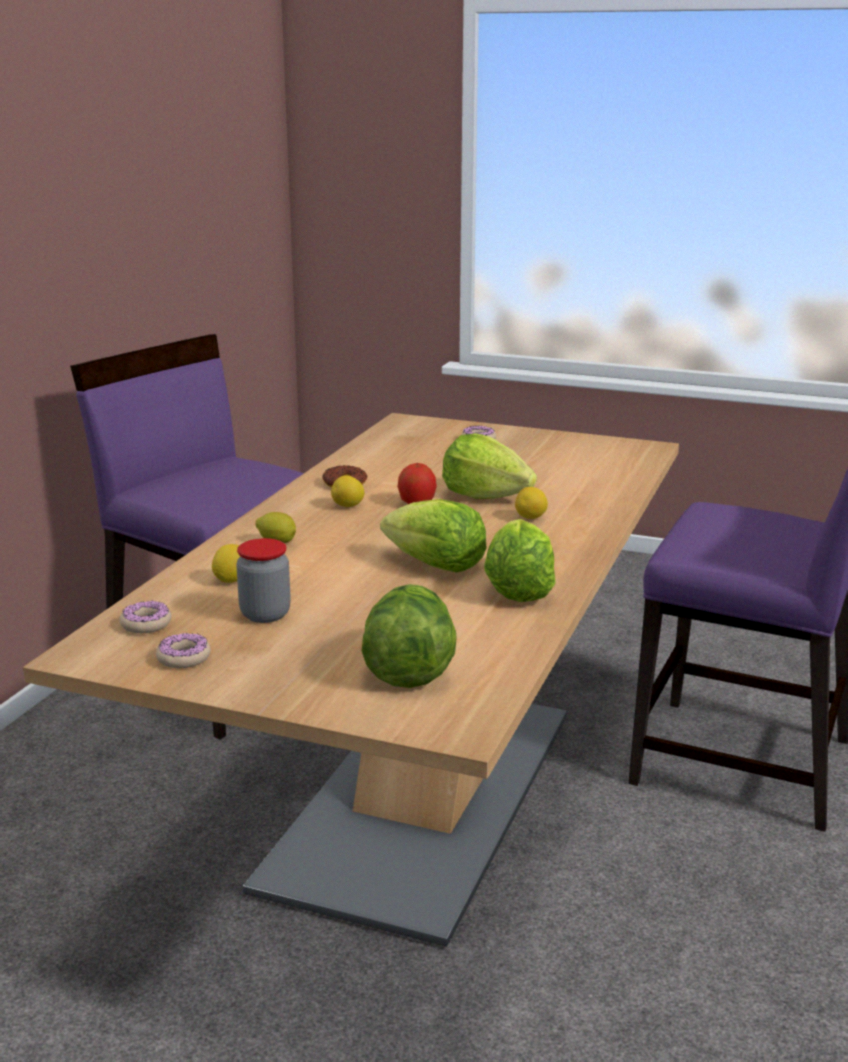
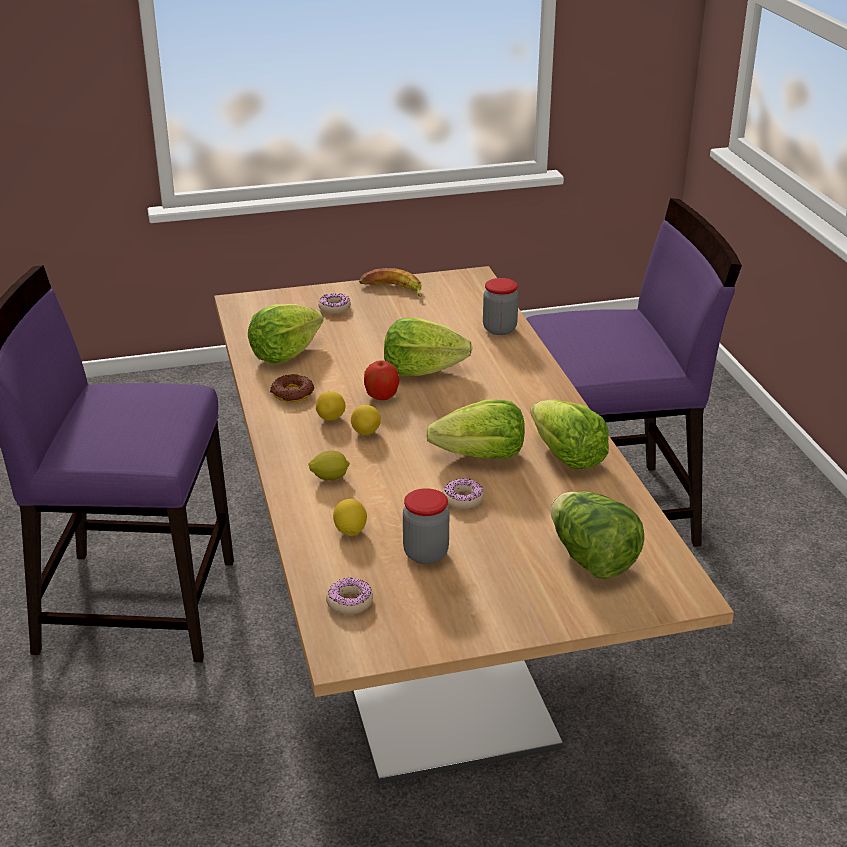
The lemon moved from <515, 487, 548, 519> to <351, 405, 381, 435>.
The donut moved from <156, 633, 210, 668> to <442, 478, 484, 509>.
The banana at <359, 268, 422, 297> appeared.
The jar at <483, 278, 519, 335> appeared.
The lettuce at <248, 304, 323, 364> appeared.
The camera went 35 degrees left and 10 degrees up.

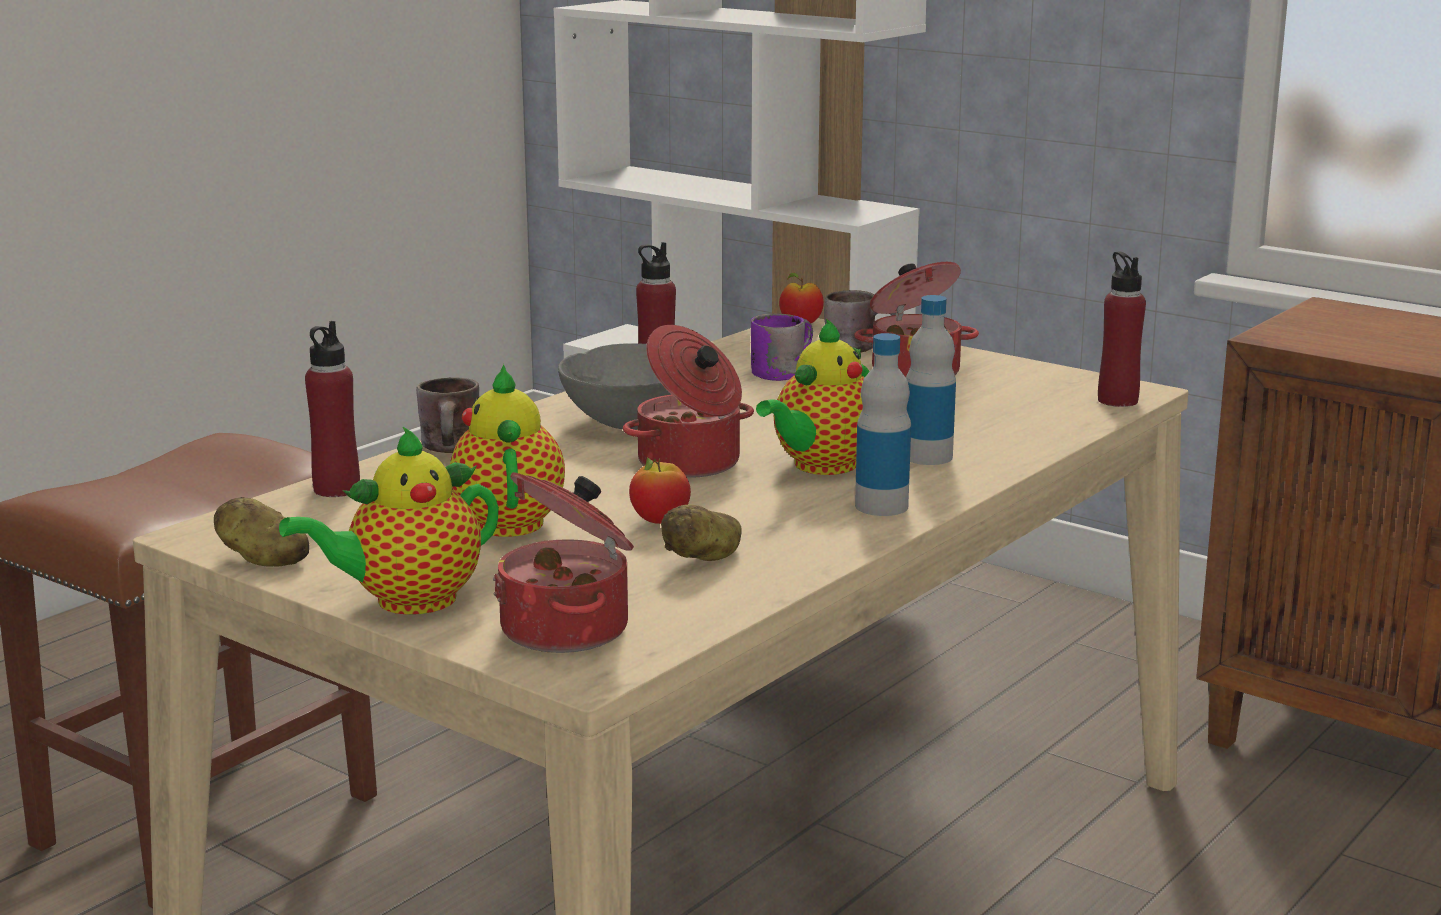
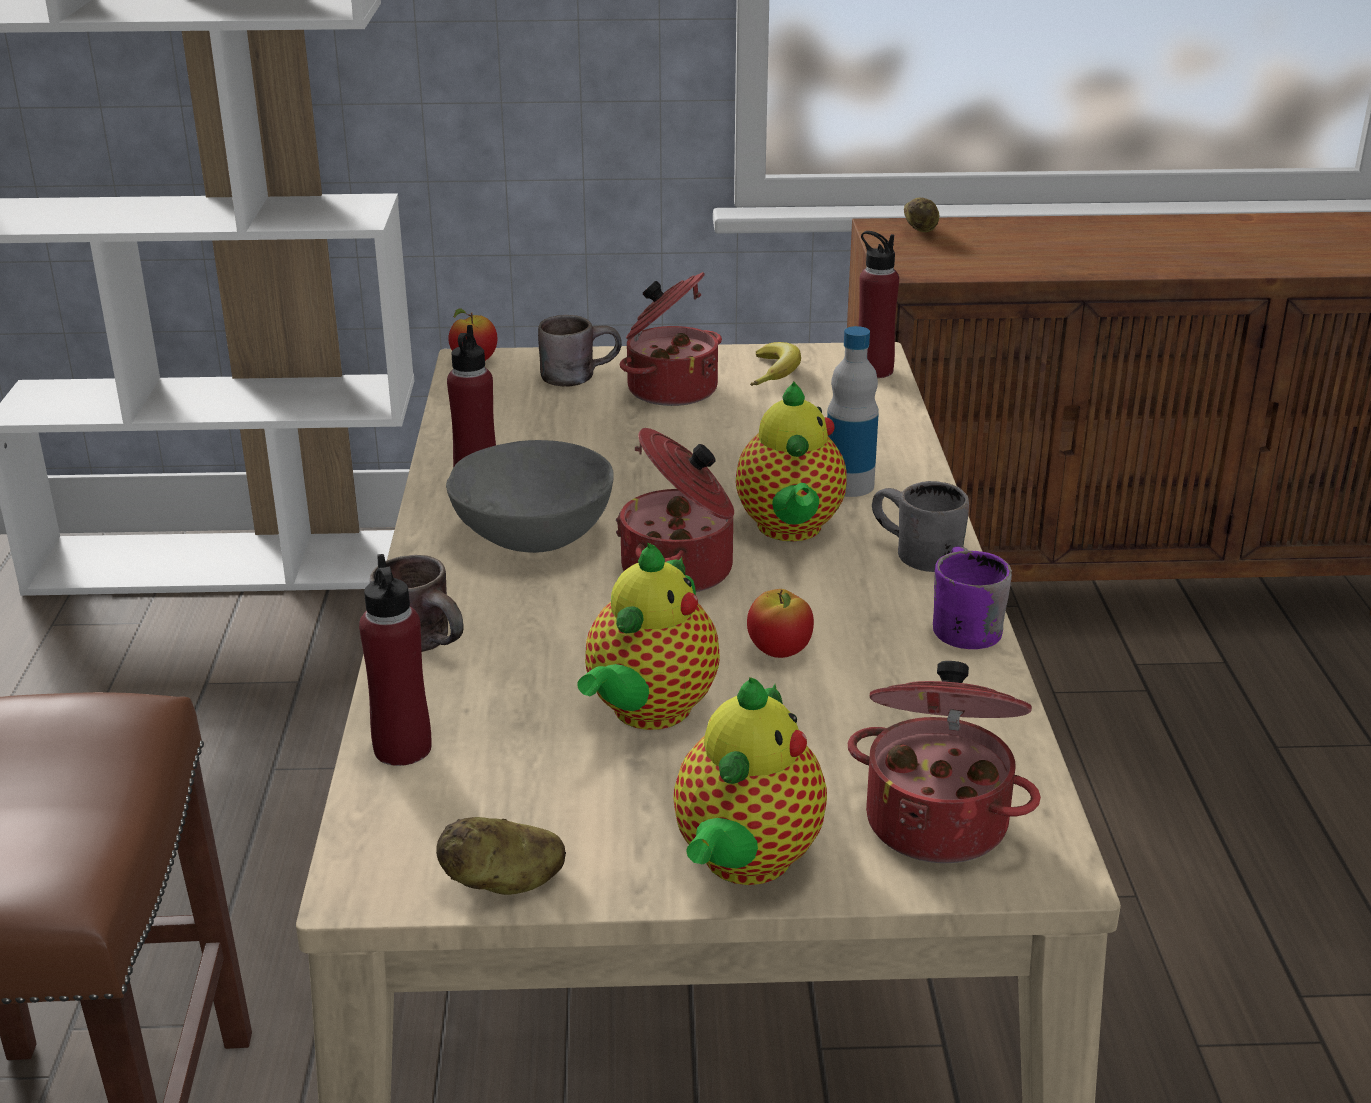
The mug (purple) moved from <751, 313, 813, 381> to <933, 547, 1012, 649>.
The bottle at <855, 333, 911, 516> was replaced by the mug (grey) at <872, 481, 969, 572>.
The teapot at <450, 364, 565, 537> turned 105 degrees counterclockwise.
The potato moved from <661, 505, 742, 561> to <904, 198, 939, 232>.
The banana at <751, 342, 801, 386> appeared.
The camera went 40 degrees left and 10 degrees up.

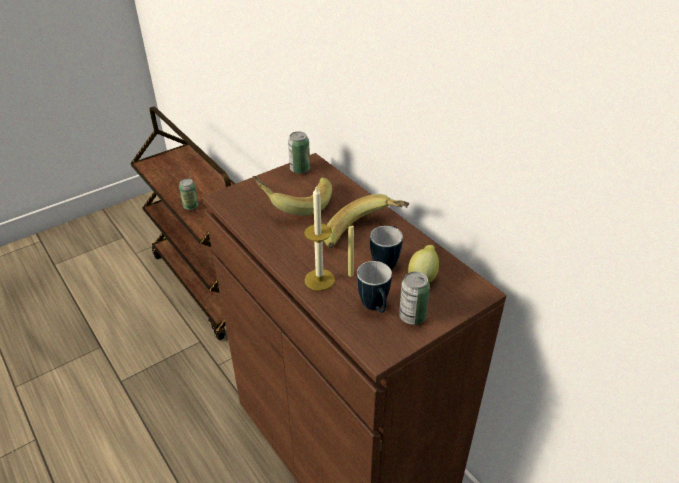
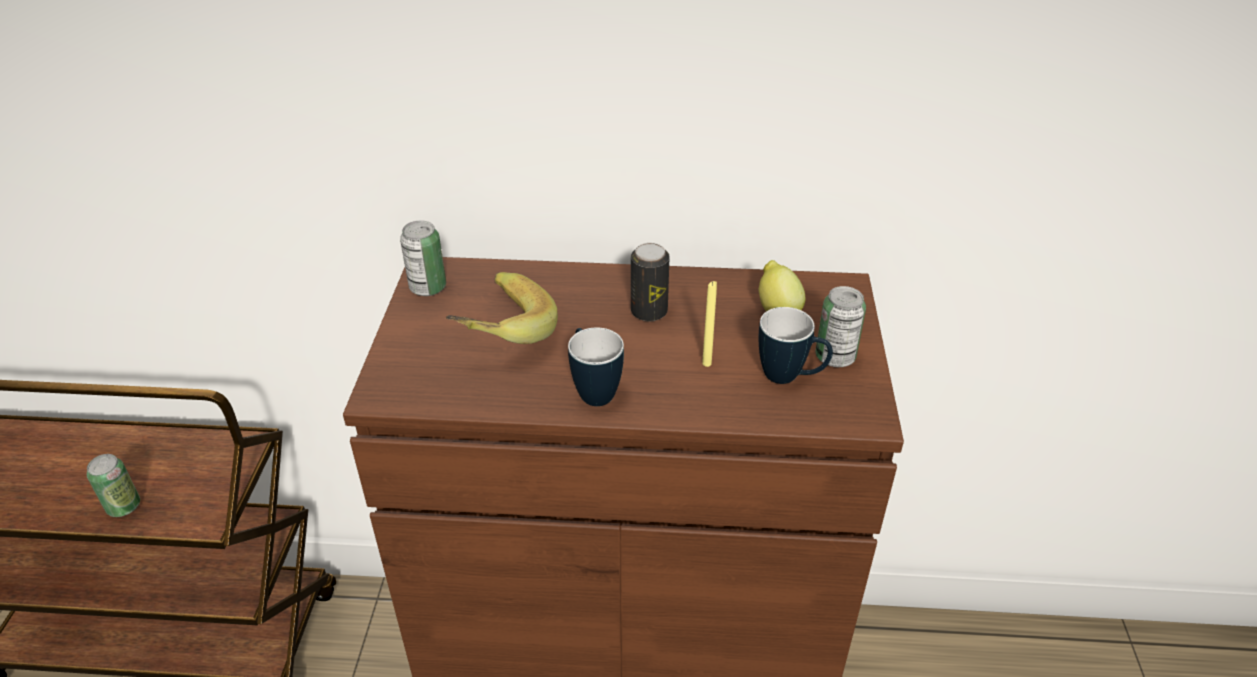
The candle at <304, 185, 335, 291> disappeared.
The banana at <324, 194, 409, 249> was replaced by the can at <631, 243, 670, 321>.
The mug moved from <370, 226, 403, 270> to <568, 327, 624, 406>.
The camera went 50 degrees left and 0 degrees up.

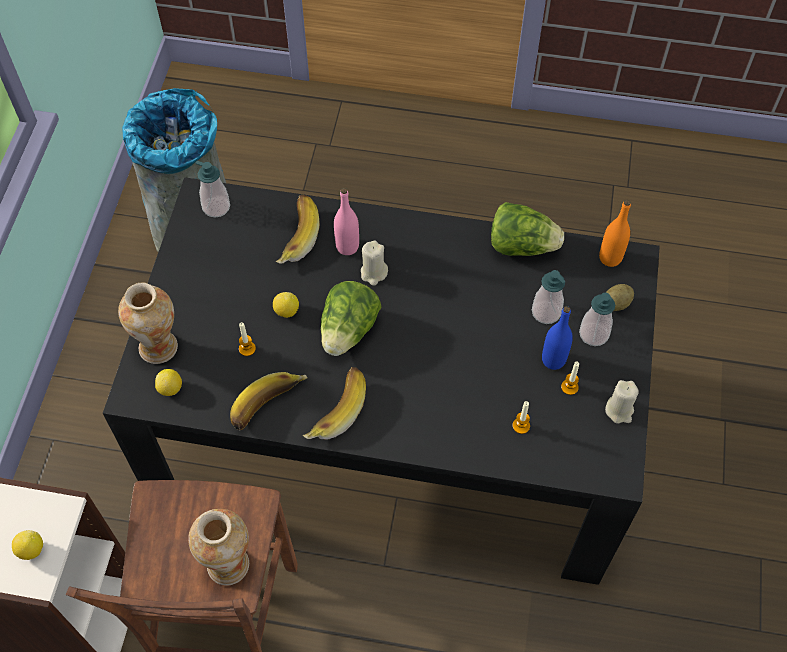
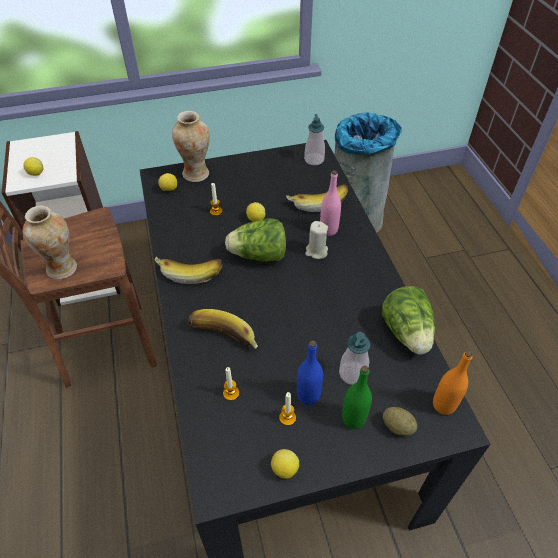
The soap dispenser at <579, 293, 615, 346> was replaced by the bottle (green) at <342, 366, 372, 429>.
The banana moved from <230, 372, 308, 431> to <188, 309, 258, 349>.
The candle (beige) at <605, 380, 639, 424> was replaced by the lemon at <271, 449, 299, 479>.
The camera went 65 degrees right and 10 degrees down.

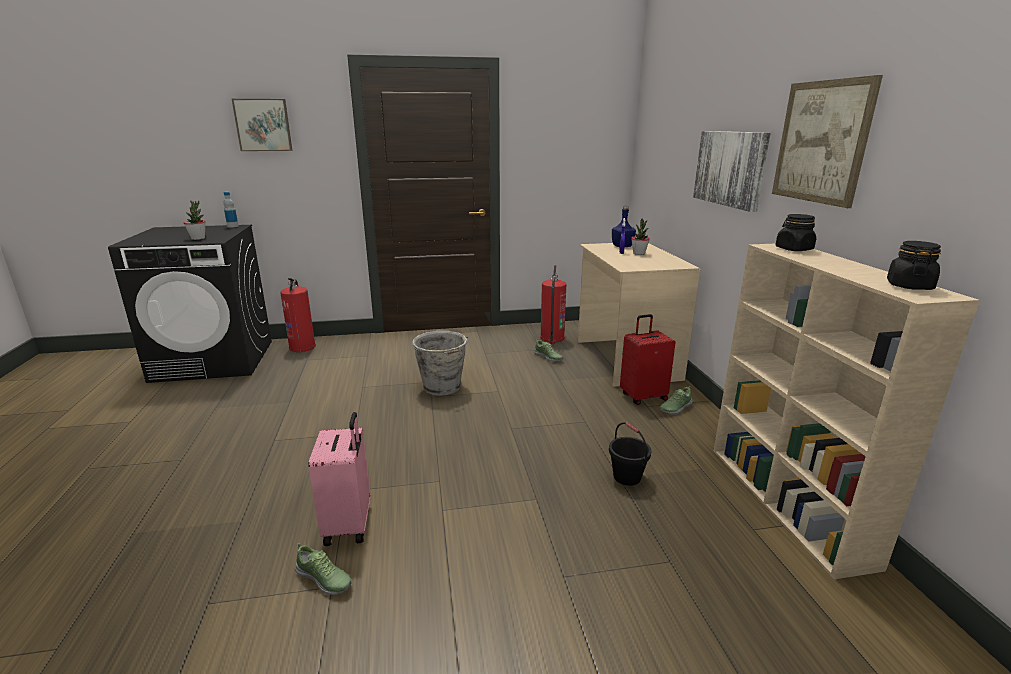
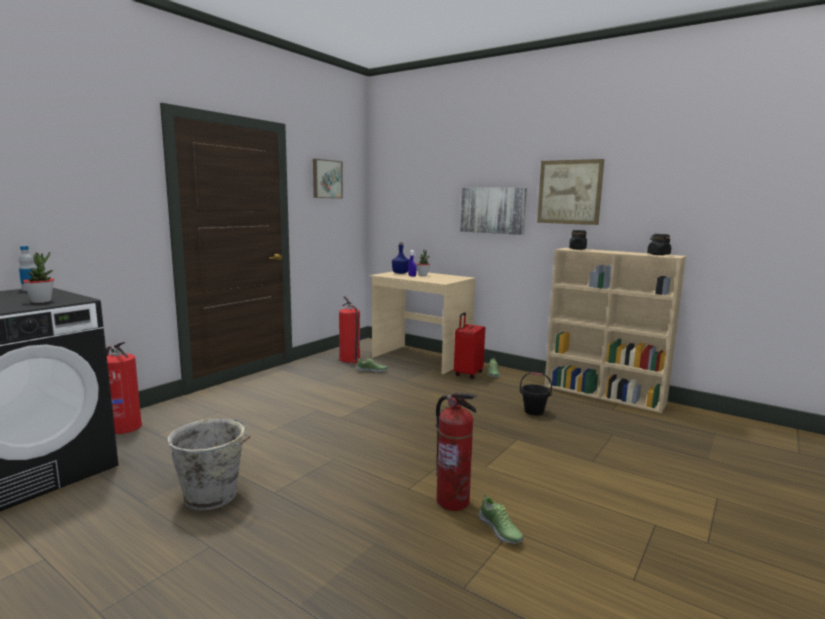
The picture moved from <232, 99, 292, 151> to <313, 159, 343, 198>.
The bucket (grey) moved from <412, 331, 469, 396> to <167, 419, 250, 511>.
The suitcase (pink) at <309, 412, 370, 546> was replaced by the fire extinguisher at <436, 392, 477, 511>.
The shoe at <295, 543, 352, 595> turned 75 degrees clockwise.
The camera went 45 degrees left and 10 degrees down.

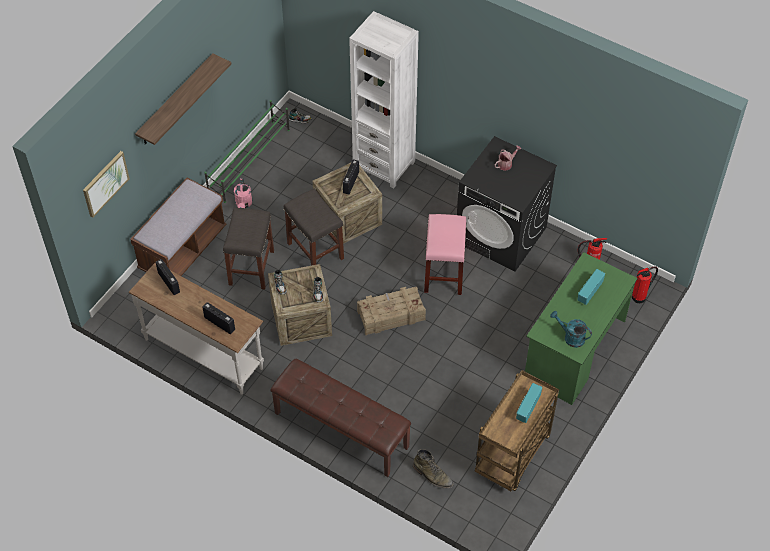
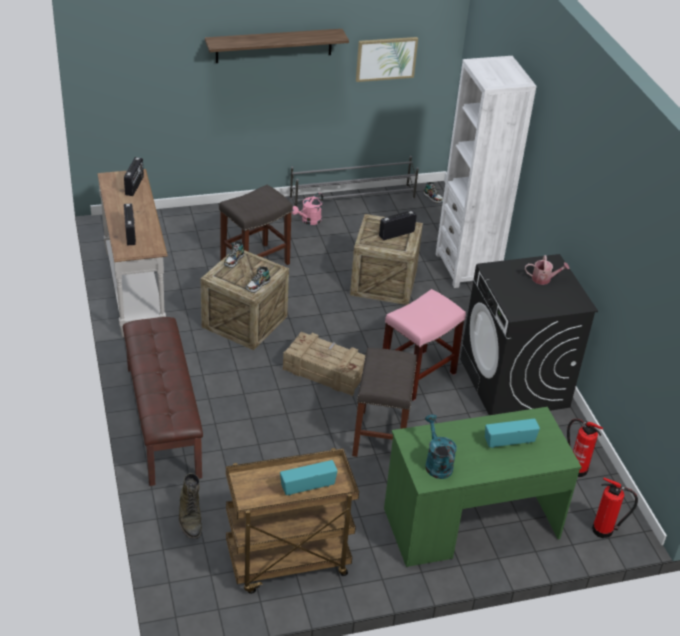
The shoe rack (green) at <204, 100, 290, 203> became the shoe rack (grey) at <290, 156, 419, 206>.
The picture moved from <83, 151, 130, 218> to <356, 37, 418, 82>.
The bench (brown) at <130, 178, 226, 276> disappeared.
The stool (grey) moved from <284, 188, 344, 266> to <352, 348, 417, 457>.
The camera went 40 degrees right and 15 degrees down.

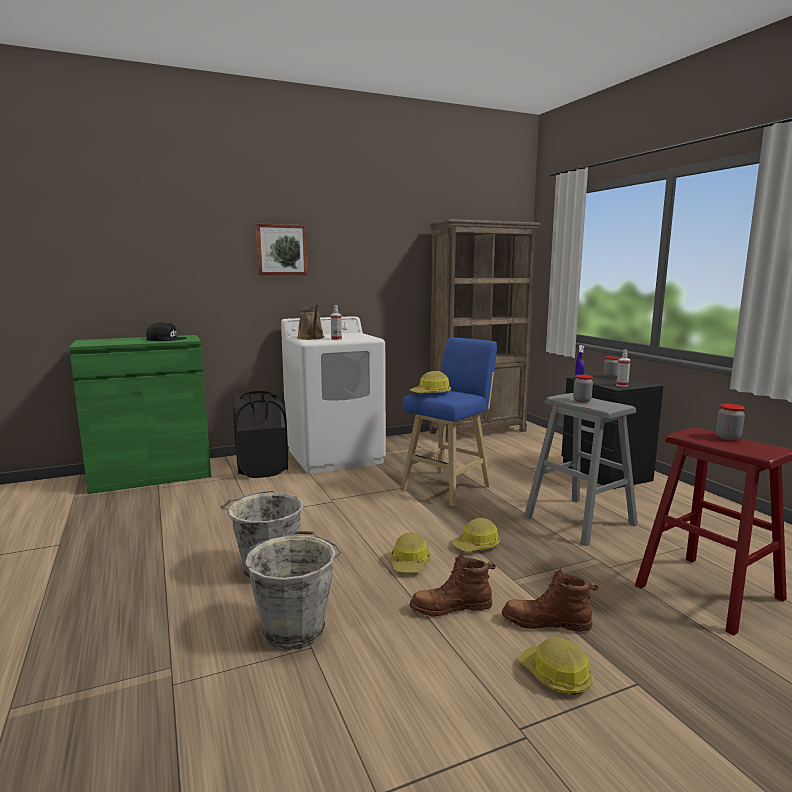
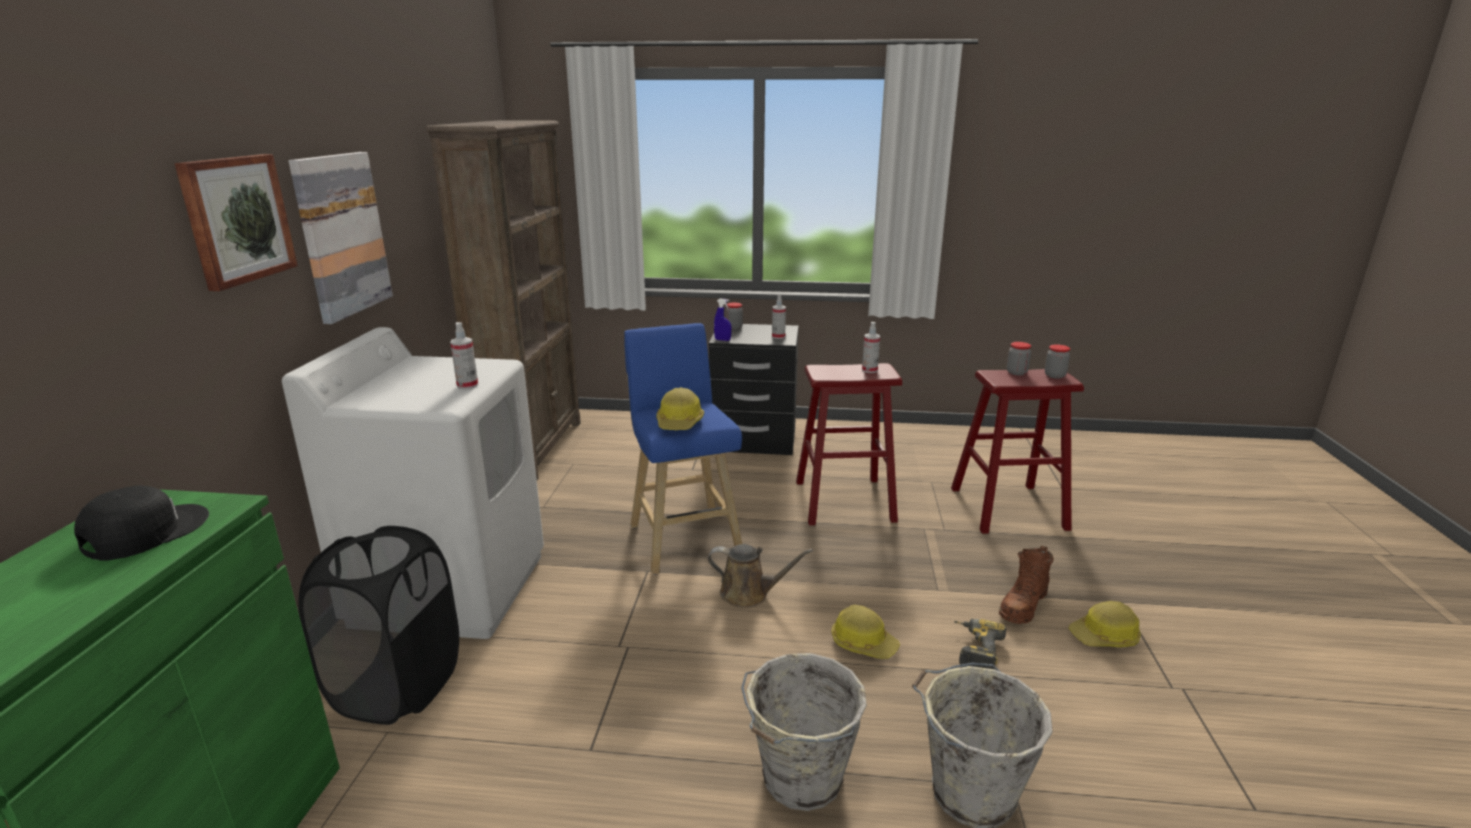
The watering can (brown) moved from <297, 304, 324, 340> to <708, 544, 813, 608>.
The jar moved from <573, 375, 593, 403> to <1045, 344, 1070, 379>.
The stool (grey) at <524, 393, 638, 546> became the stool (red) at <796, 363, 902, 525>.
The hard hat at <452, 518, 500, 552> disappeared.
The boot (brown) at <410, 553, 496, 617> was replaced by the power drill at <954, 618, 1006, 669>.
The picture at <289, 152, 393, 324> appeared.
The spray bottle at <862, 322, 880, 373> appeared.
The camera went 60 degrees left and 10 degrees up.

